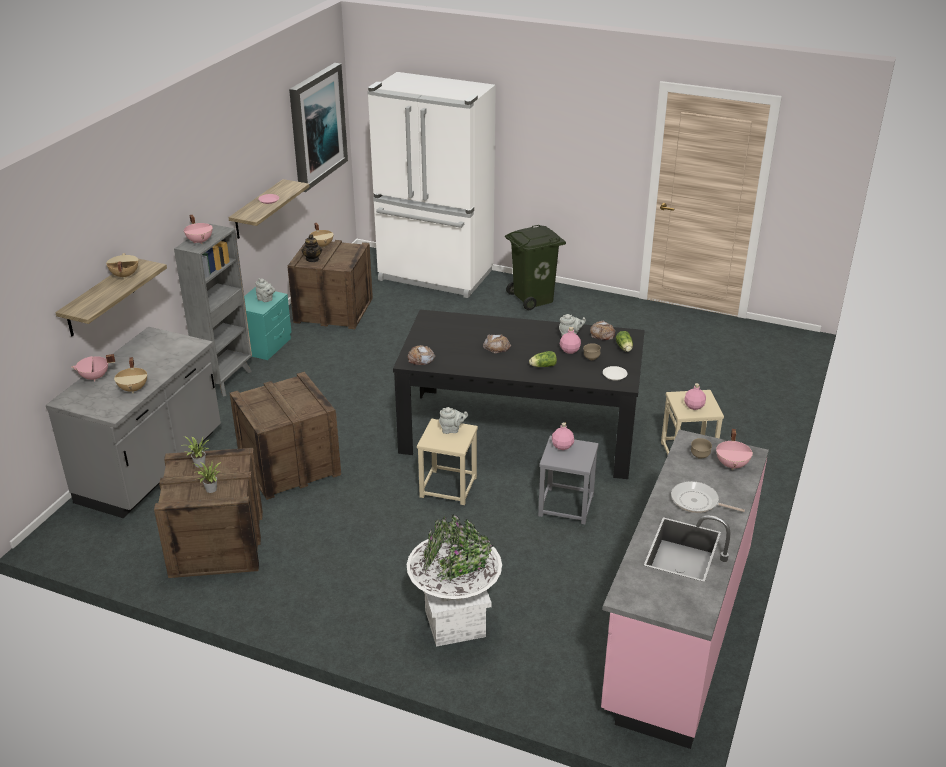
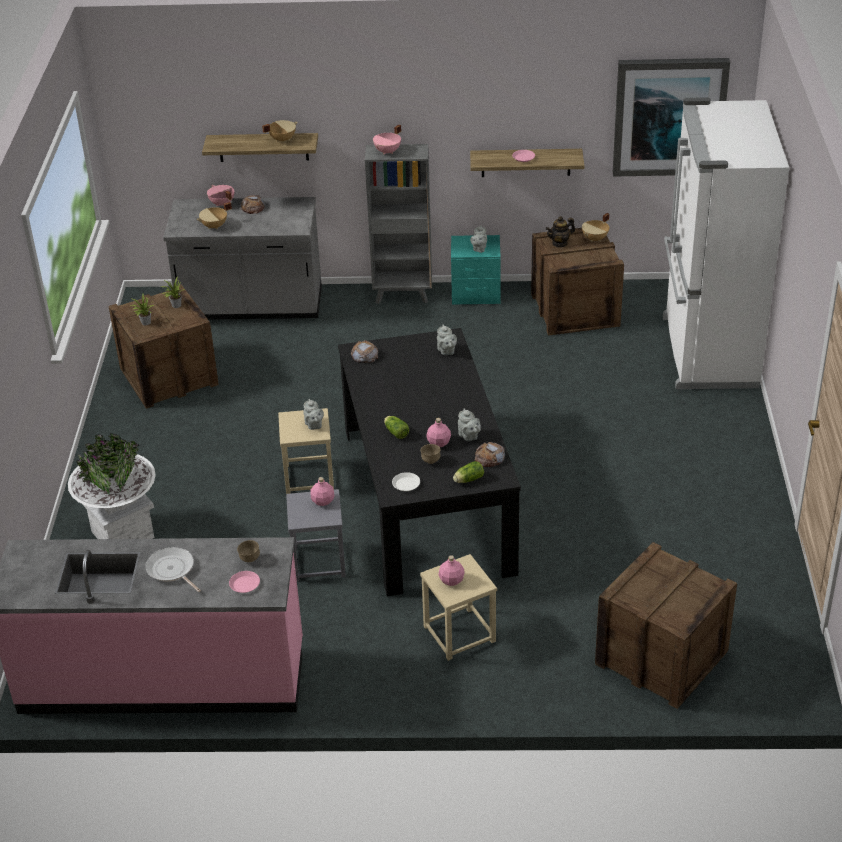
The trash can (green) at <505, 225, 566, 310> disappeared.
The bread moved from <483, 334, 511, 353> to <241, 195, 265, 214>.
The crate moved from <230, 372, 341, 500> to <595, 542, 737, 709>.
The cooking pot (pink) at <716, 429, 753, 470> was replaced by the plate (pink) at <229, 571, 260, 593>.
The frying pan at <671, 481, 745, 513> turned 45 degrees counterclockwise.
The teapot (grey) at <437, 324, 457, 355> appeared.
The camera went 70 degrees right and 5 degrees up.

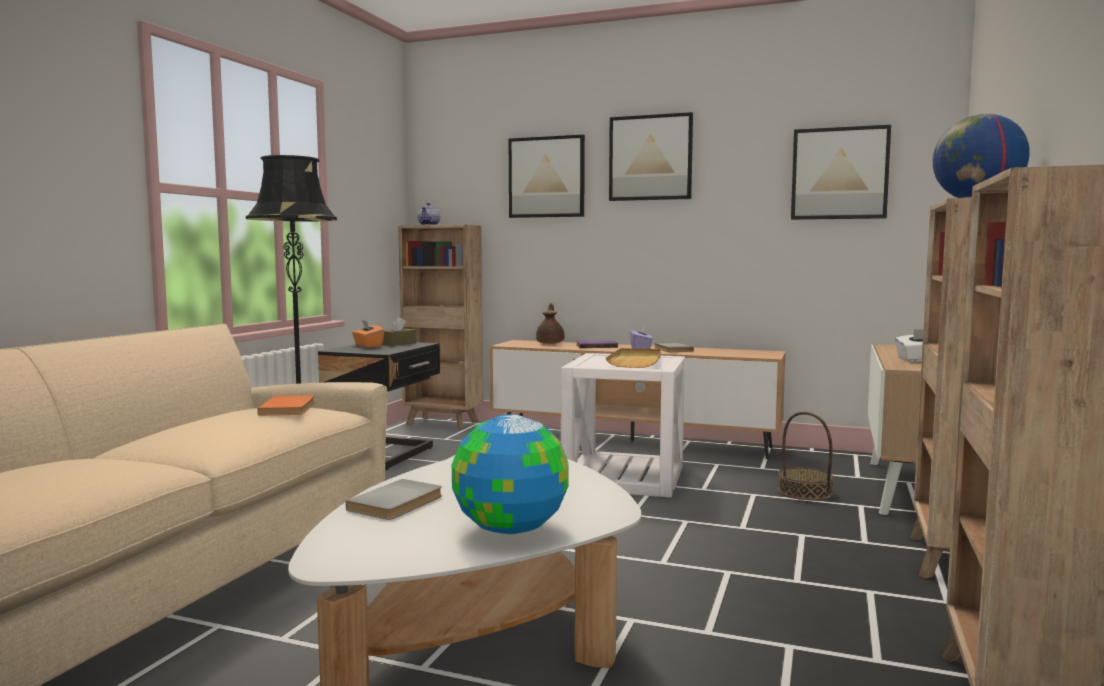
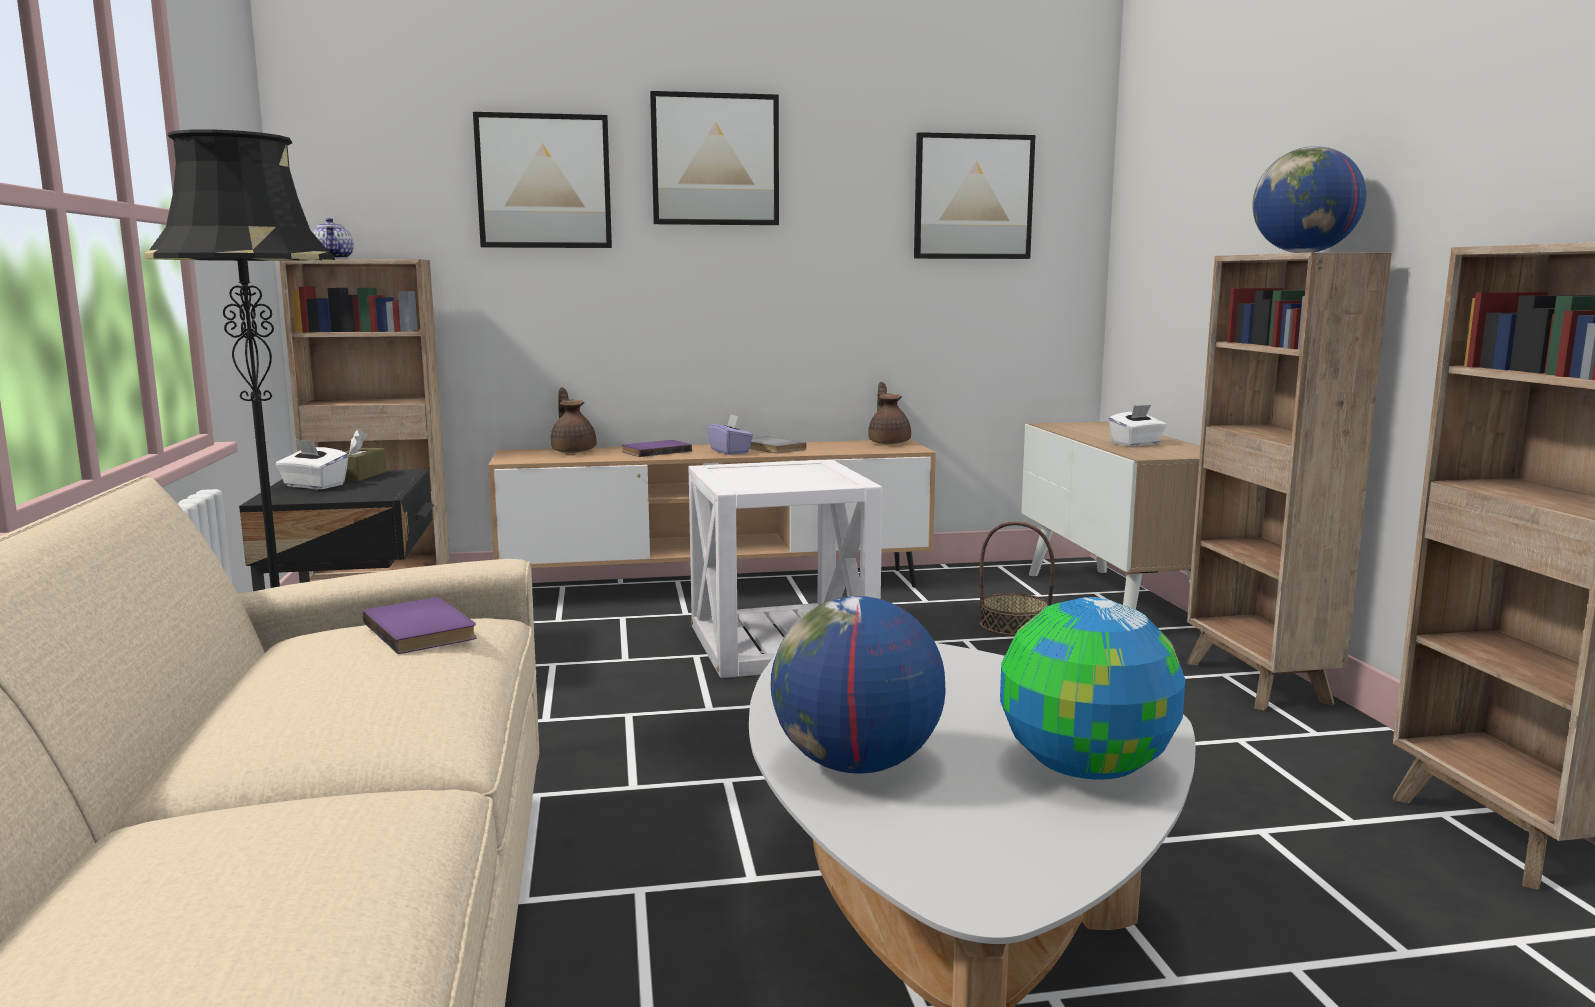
The tissue box (orange) at <352, 320, 384, 348> became the tissue box (white) at <276, 439, 348, 489>.
The tray (beige) at <606, 348, 661, 368> disappeared.
The book (orange) at <257, 395, 315, 416> became the book (purple) at <362, 597, 477, 654>.
The book (grey) at <346, 479, 442, 520> was replaced by the globe at <770, 596, 946, 774>.
The teapot (brown) at <868, 382, 911, 444> appeared.
The camera went 30 degrees left and 5 degrees up.

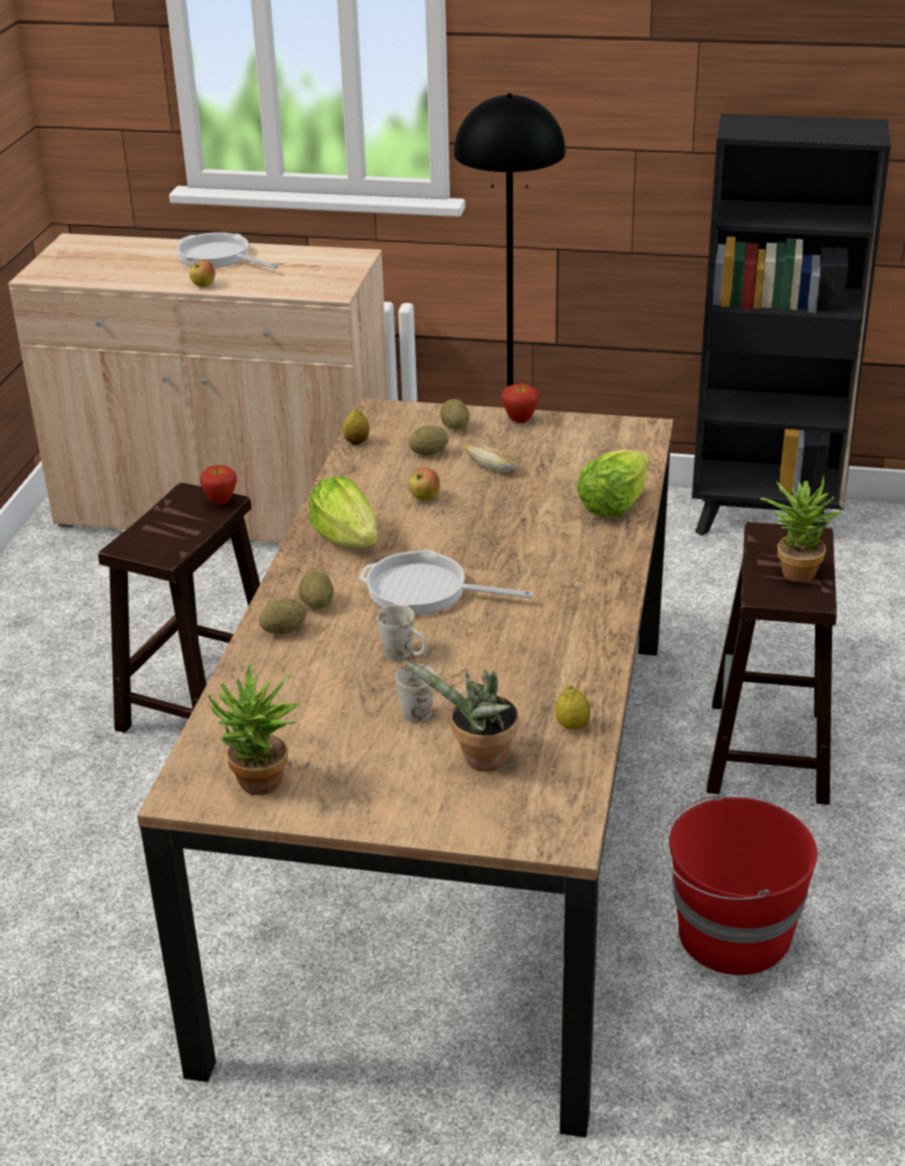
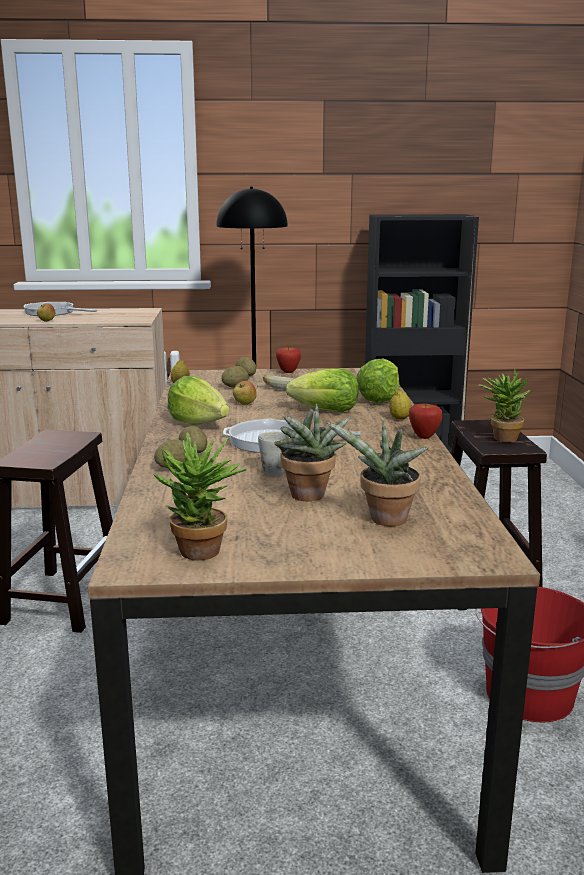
The apple moved from <200, 465, 237, 505> to <409, 404, 443, 439>.
The mug (white) at <395, 664, 436, 723> was replaced by the potted plant at <274, 404, 351, 501>.
The lemon moved from <556, 685, 590, 730> to <389, 389, 412, 420>.
The lettuce at <286, 368, 359, 412> appeared.
The camera went 15 degrees left and 15 degrees down.

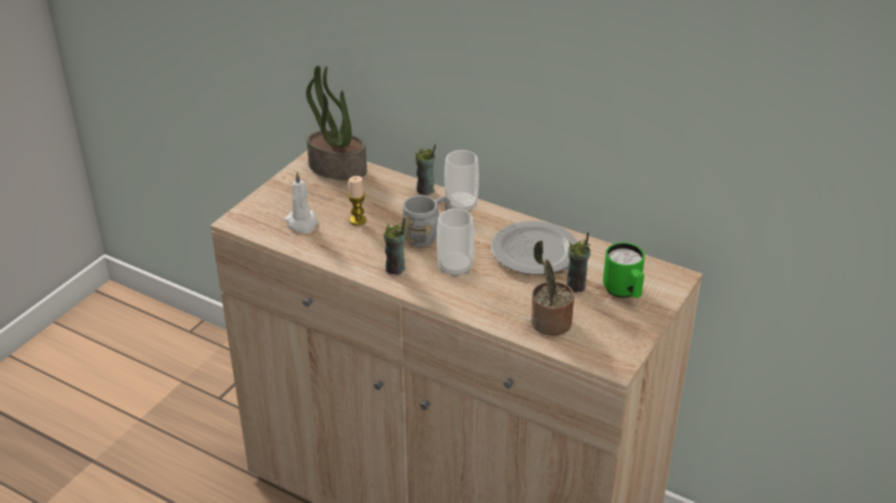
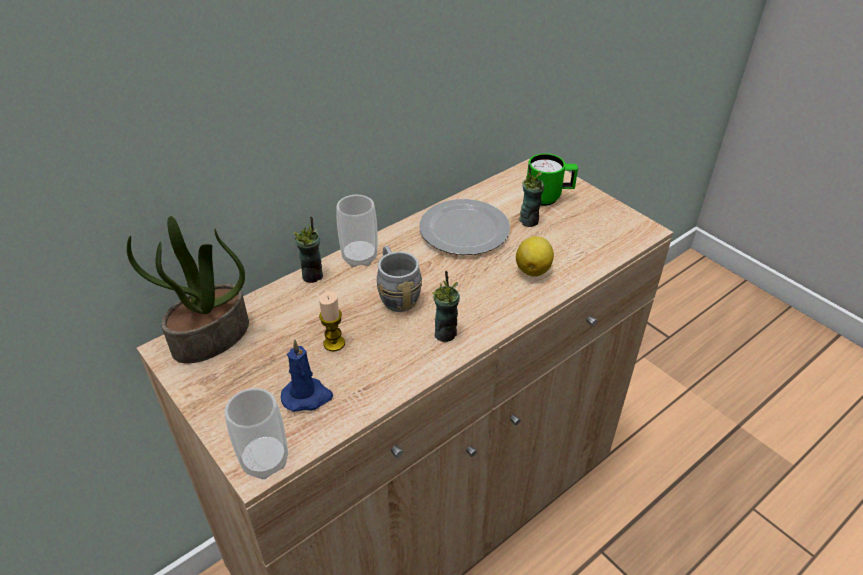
The candle (white) at <285, 172, 317, 234> became the candle (blue) at <281, 340, 333, 412>.
The cup moved from <437, 209, 474, 277> to <224, 388, 288, 479>.
The potted plant at <531, 240, 574, 335> disappeared.
The lemon at <516, 236, 554, 277> appeared.
The camera went 70 degrees left and 5 degrees up.

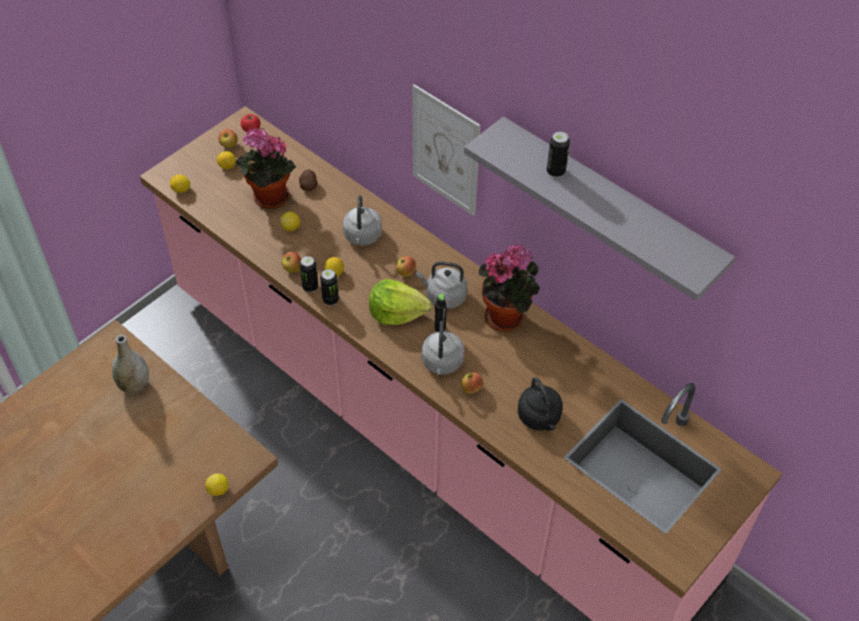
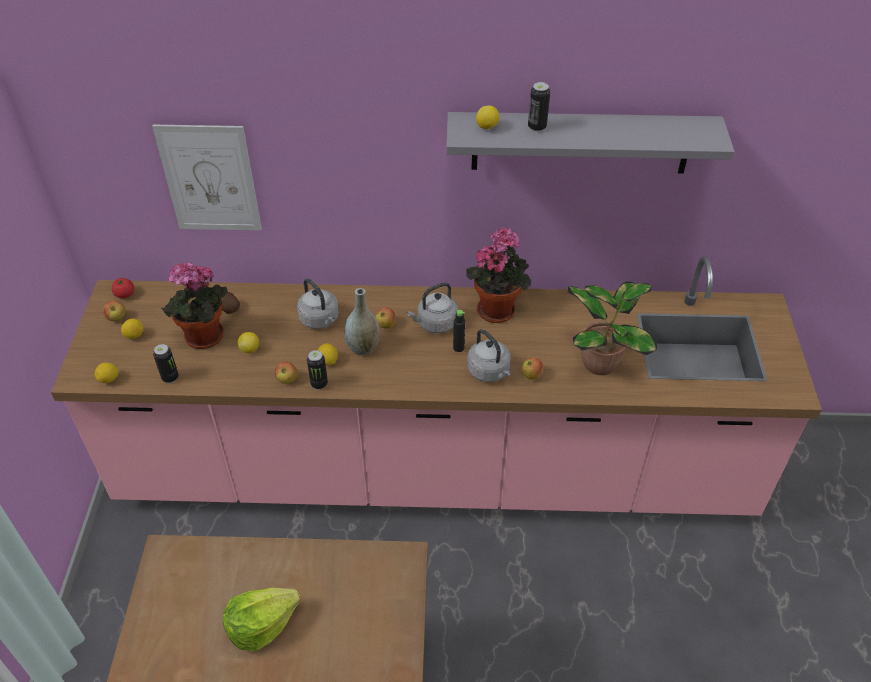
The picture moved from <412, 84, 480, 216> to <152, 125, 262, 230>.
The can moved from <320, 269, 339, 305> to <153, 344, 179, 383>.
The lettuce moved from <369, 279, 432, 325> to <223, 588, 301, 651>.
The vase (grey) moved from <112, 335, 149, 394> to <345, 288, 380, 355>.
The kettle (black) at <518, 377, 563, 431> was replaced by the potted plant at <568, 282, 657, 375>.
The lemon moved from <205, 473, 228, 496> to <476, 105, 500, 129>.
The camera went 40 degrees left and 5 degrees down.

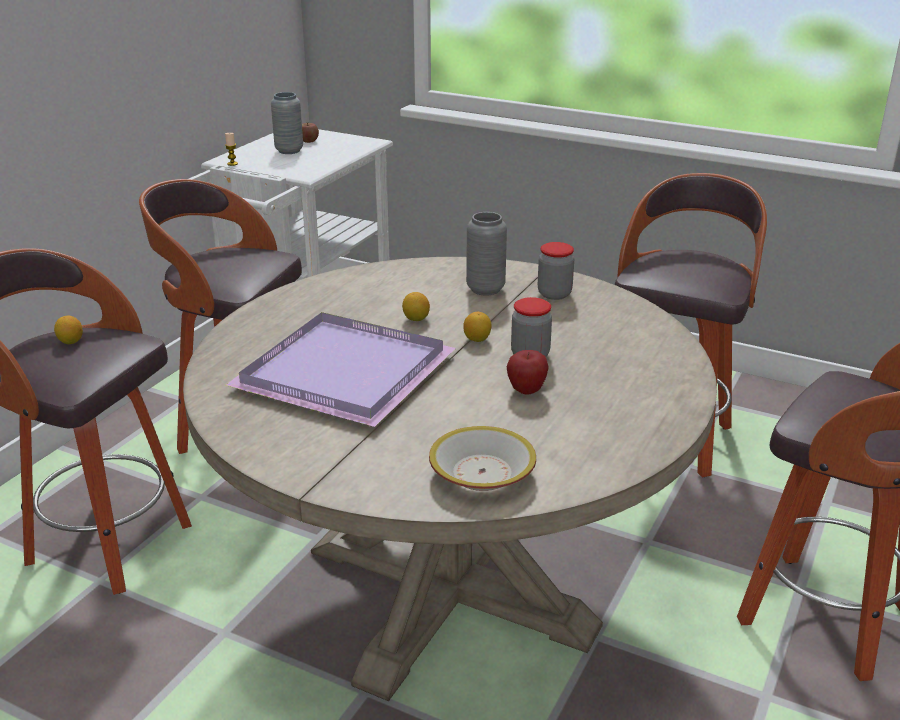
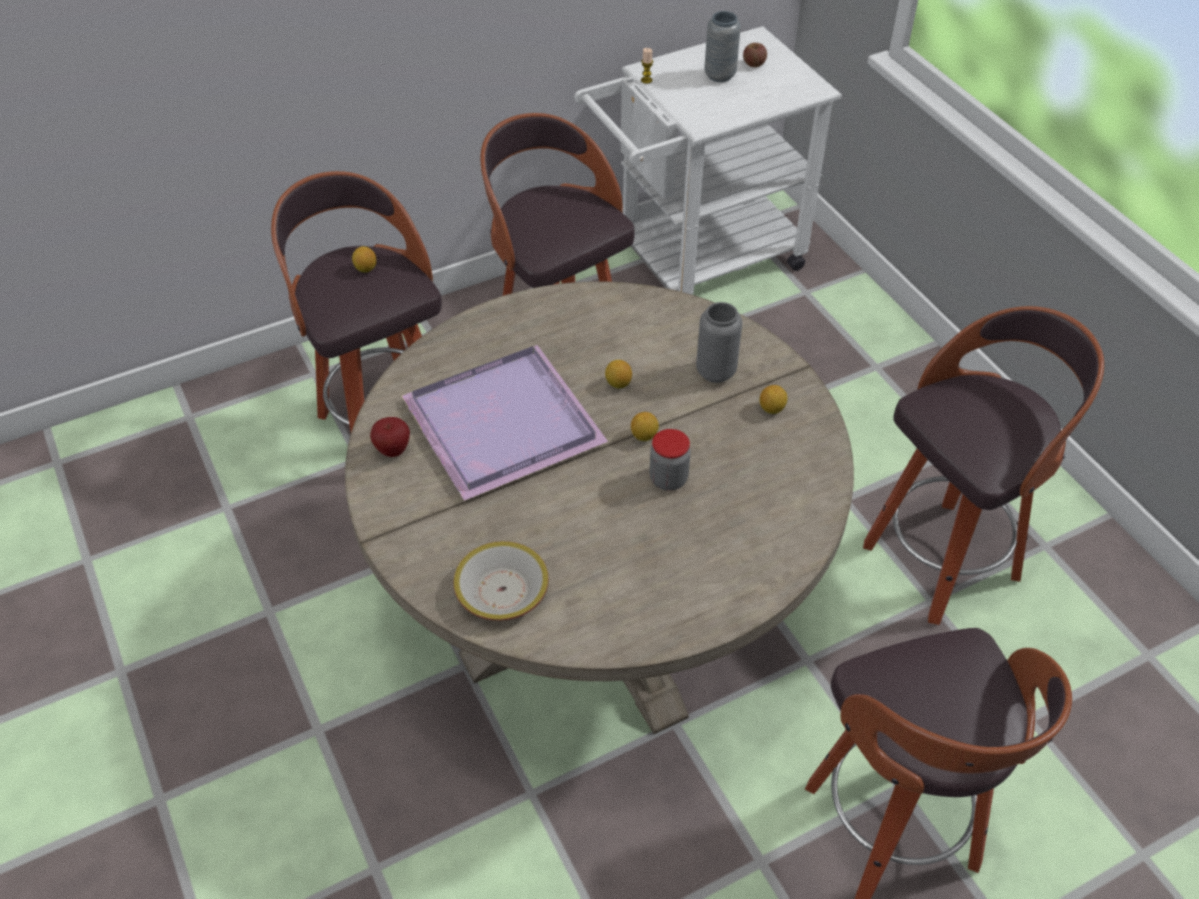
The jar at <538, 242, 574, 300> was replaced by the lemon at <760, 385, 787, 414>.
The apple moved from <506, 350, 549, 395> to <370, 417, 410, 457>.
The camera went 35 degrees right and 20 degrees up.

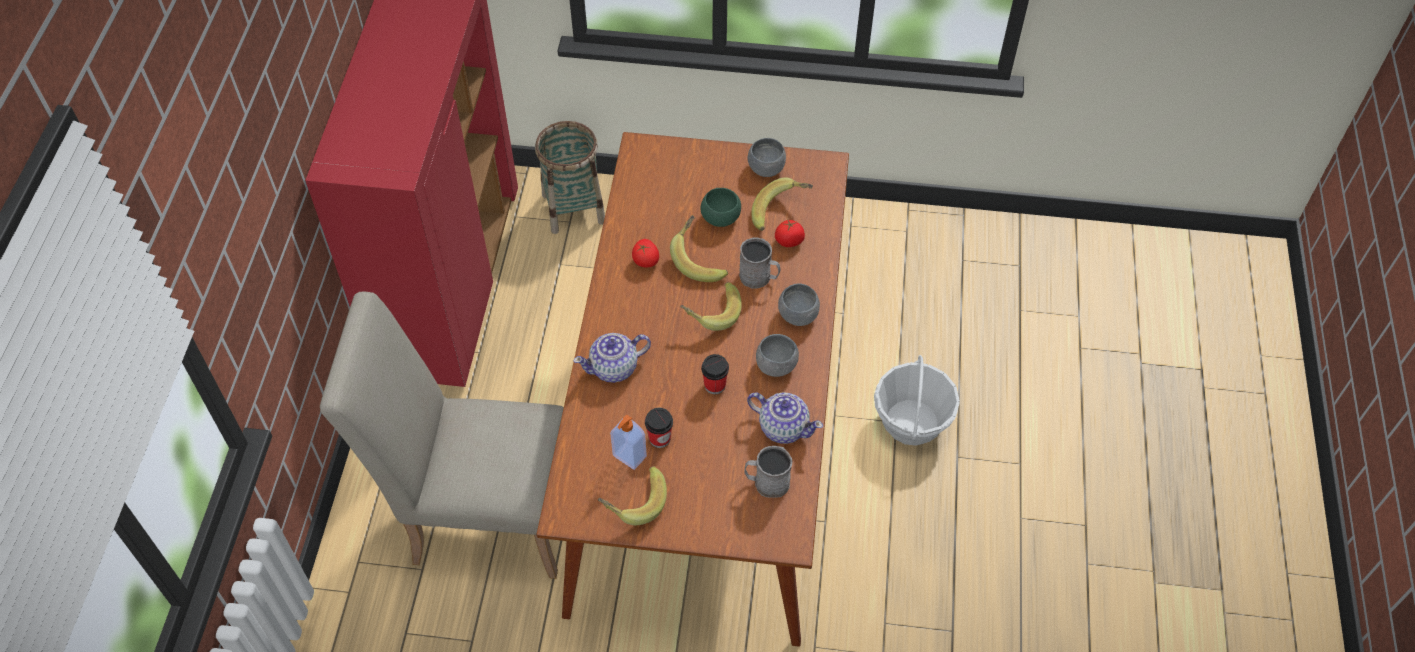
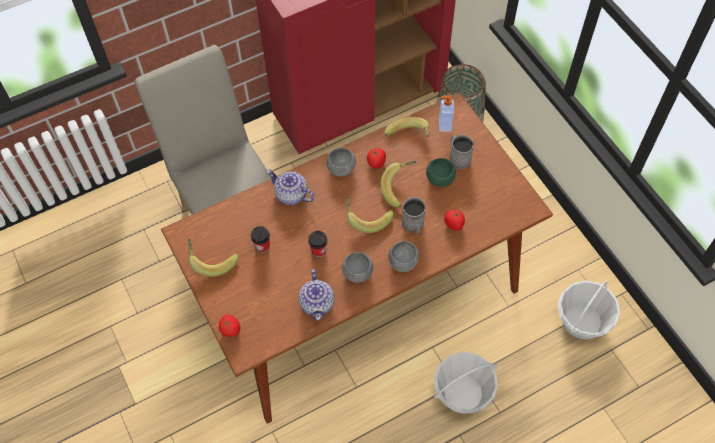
The bowl (grey) moved from <748, 138, 786, 177> to <327, 148, 356, 176>.
The banana moved from <752, 178, 813, 231> to <384, 117, 430, 137>.
The soap dispenser moved from <610, 414, 647, 470> to <439, 95, 454, 131>.
The mug (grey) moved from <744, 446, 792, 498> to <449, 135, 474, 170>.
The basket at <558, 280, 620, 340> appeared.
The tomato at <219, 314, 240, 337> appeared.
The camera went 55 degrees right and 5 degrees up.

